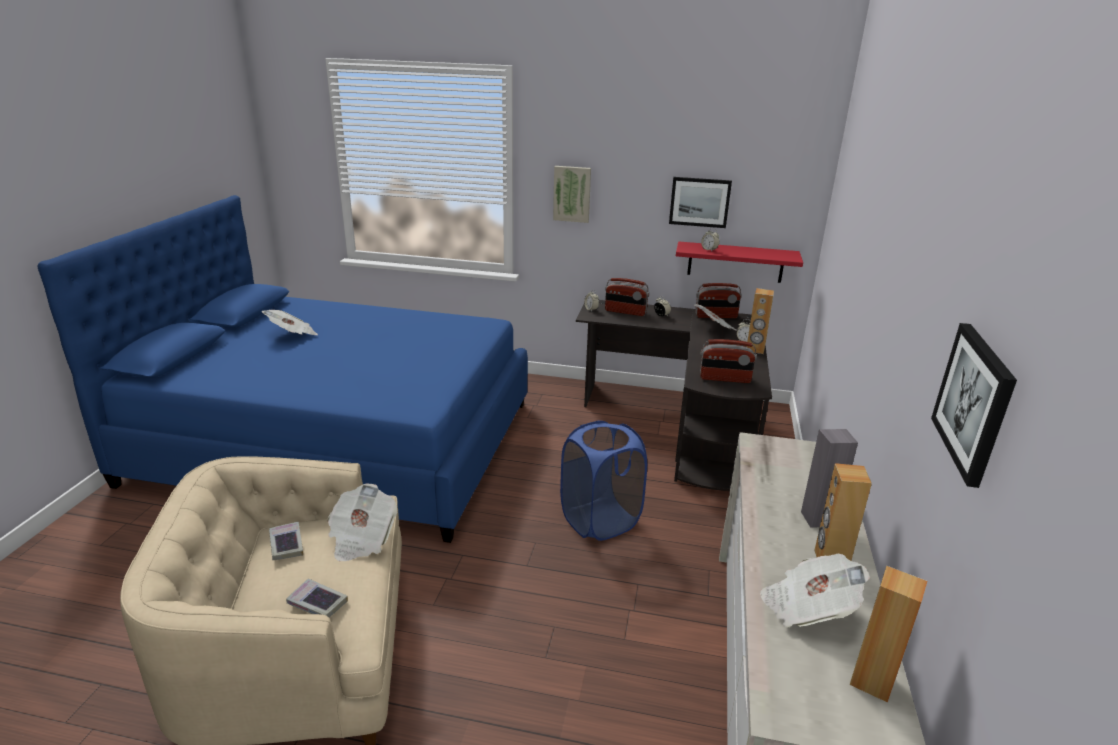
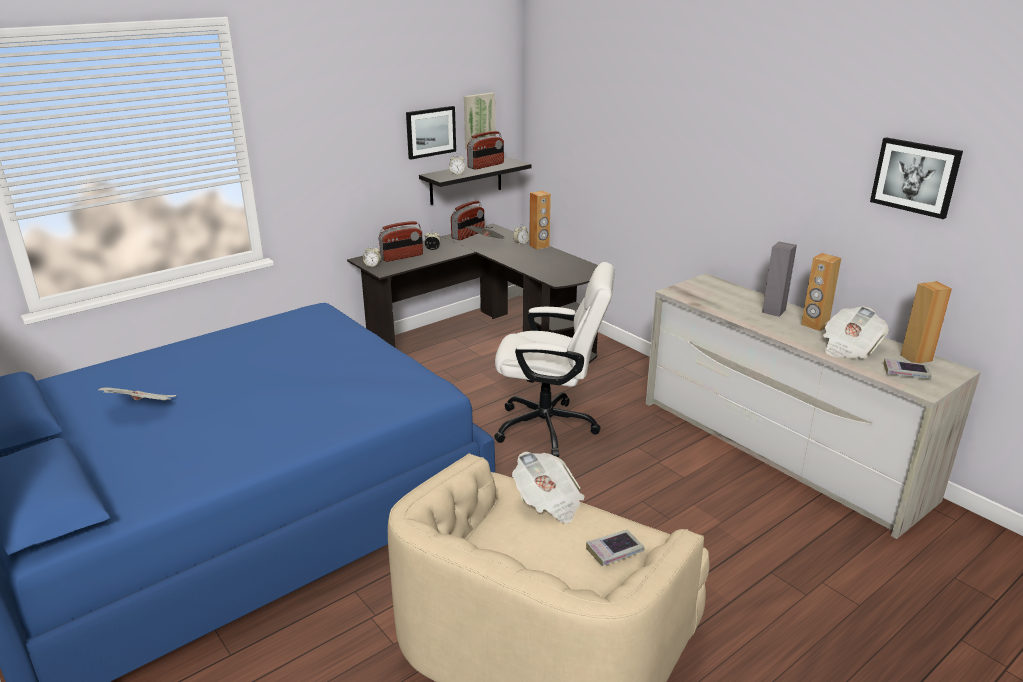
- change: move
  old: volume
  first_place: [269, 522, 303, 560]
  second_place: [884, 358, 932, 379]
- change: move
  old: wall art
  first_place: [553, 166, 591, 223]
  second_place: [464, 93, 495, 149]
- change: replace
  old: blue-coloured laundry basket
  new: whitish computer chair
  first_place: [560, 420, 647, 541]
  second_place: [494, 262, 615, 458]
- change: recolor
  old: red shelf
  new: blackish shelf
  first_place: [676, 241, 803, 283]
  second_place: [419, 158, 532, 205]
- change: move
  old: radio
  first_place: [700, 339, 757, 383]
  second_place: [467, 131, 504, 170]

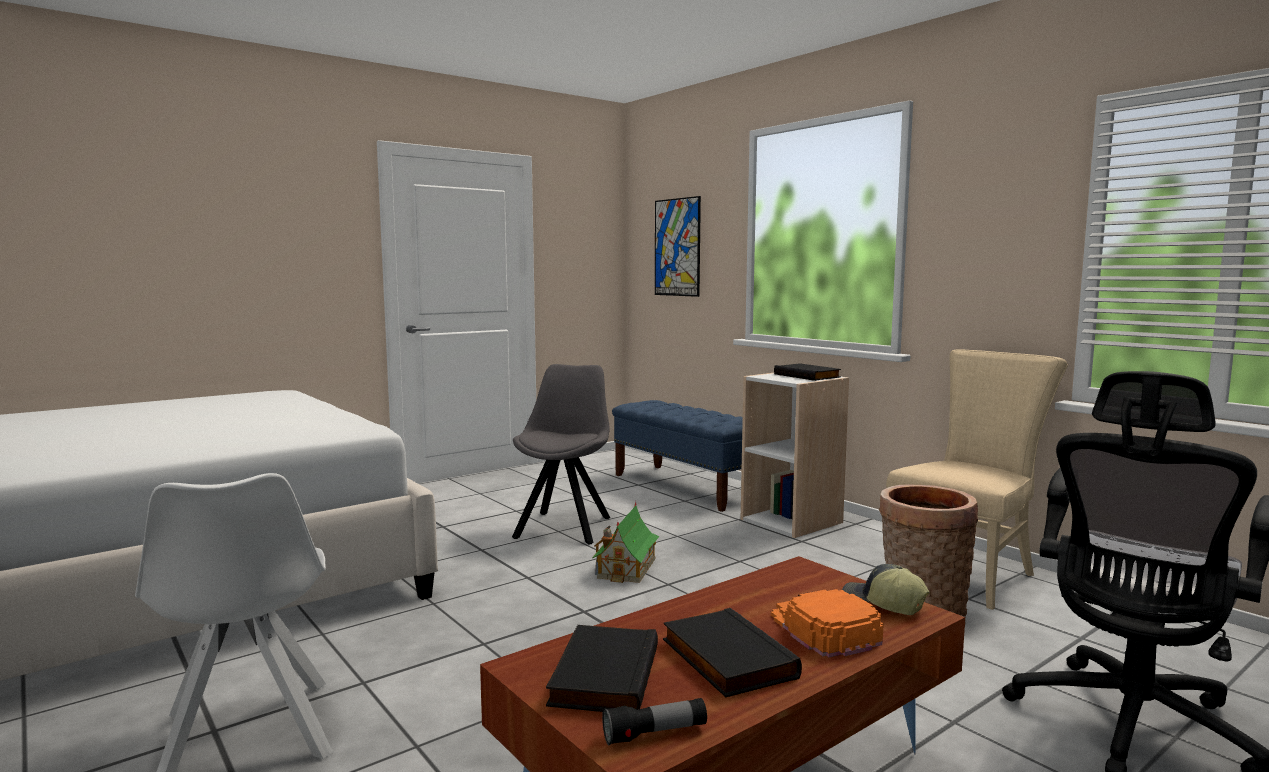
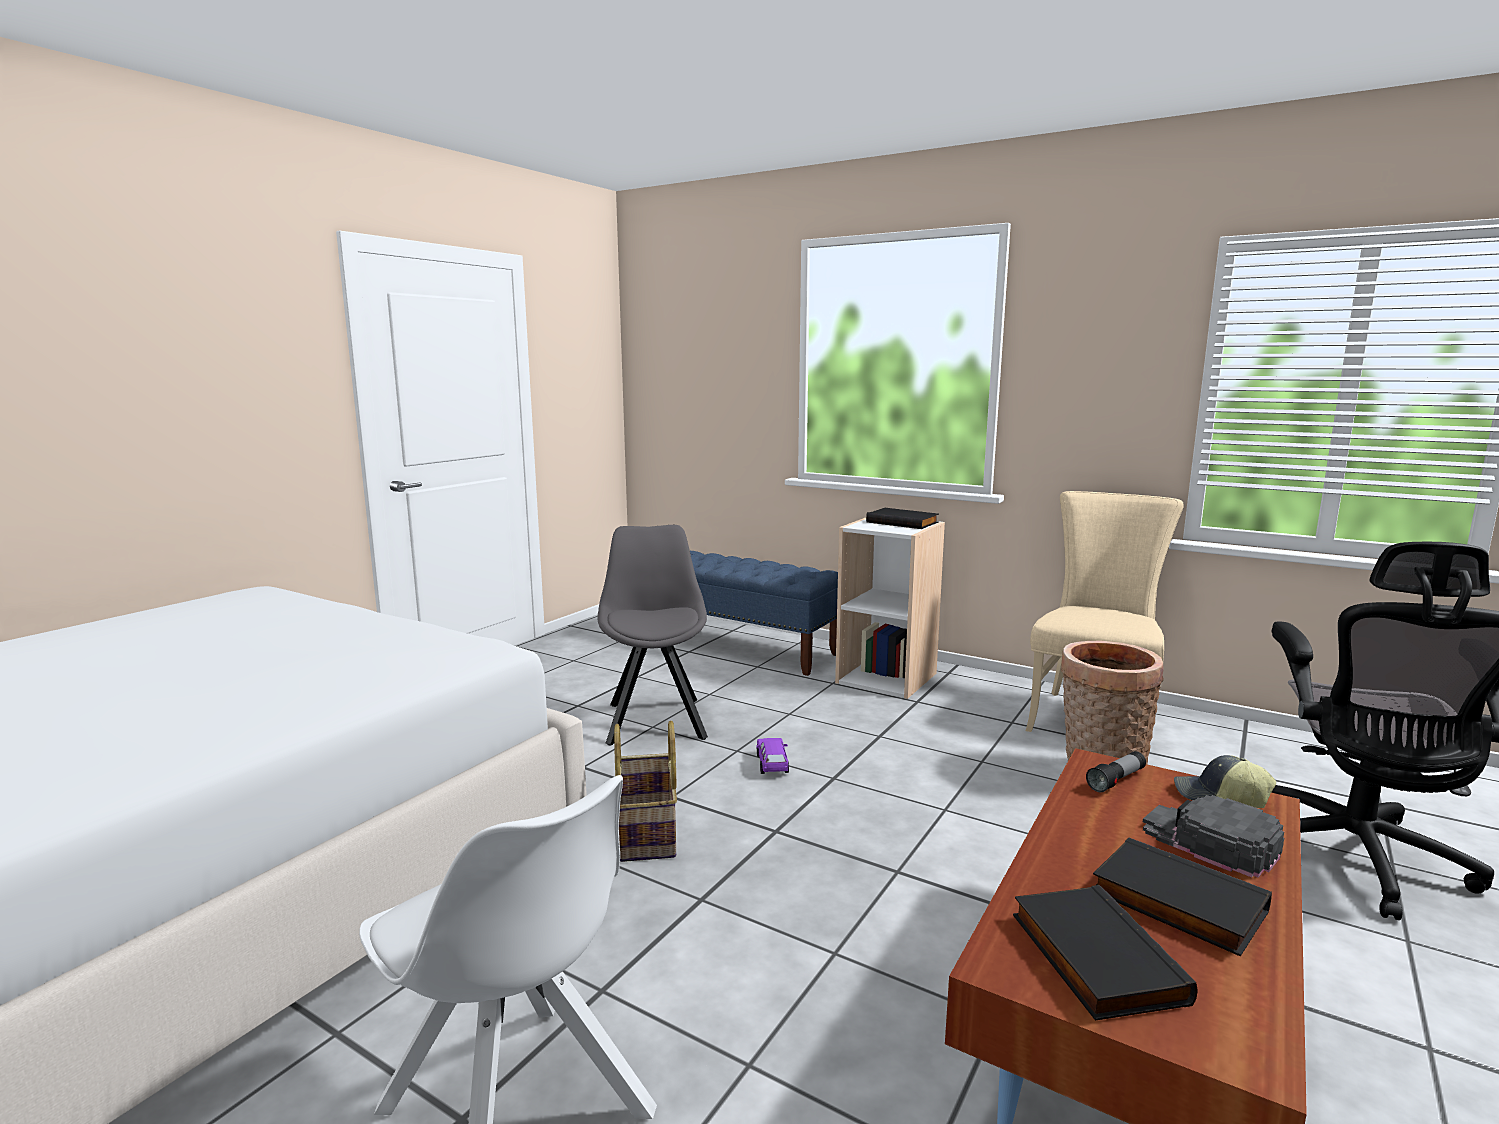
- change: replace
  old: miniature house
  new: purple model car
  first_place: [592, 501, 660, 583]
  second_place: [756, 738, 789, 774]
- change: move
  old: torch
  first_place: [602, 698, 707, 745]
  second_place: [1086, 751, 1146, 792]
- change: delete
  old: wall art
  first_place: [655, 196, 701, 297]
- change: recolor
  old: orange-coloured baseball cap
  new: blackish baseball cap
  first_place: [771, 589, 884, 657]
  second_place: [1143, 795, 1284, 878]
- change: insert
  new: basket
  second_place: [614, 720, 677, 862]

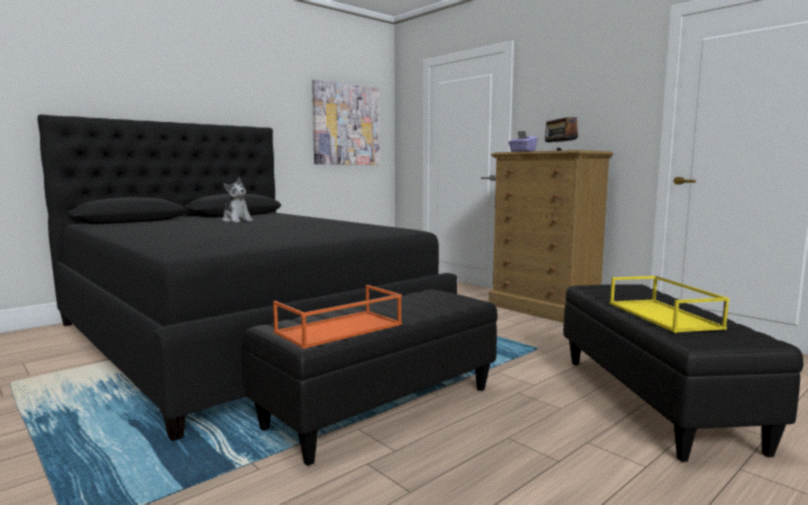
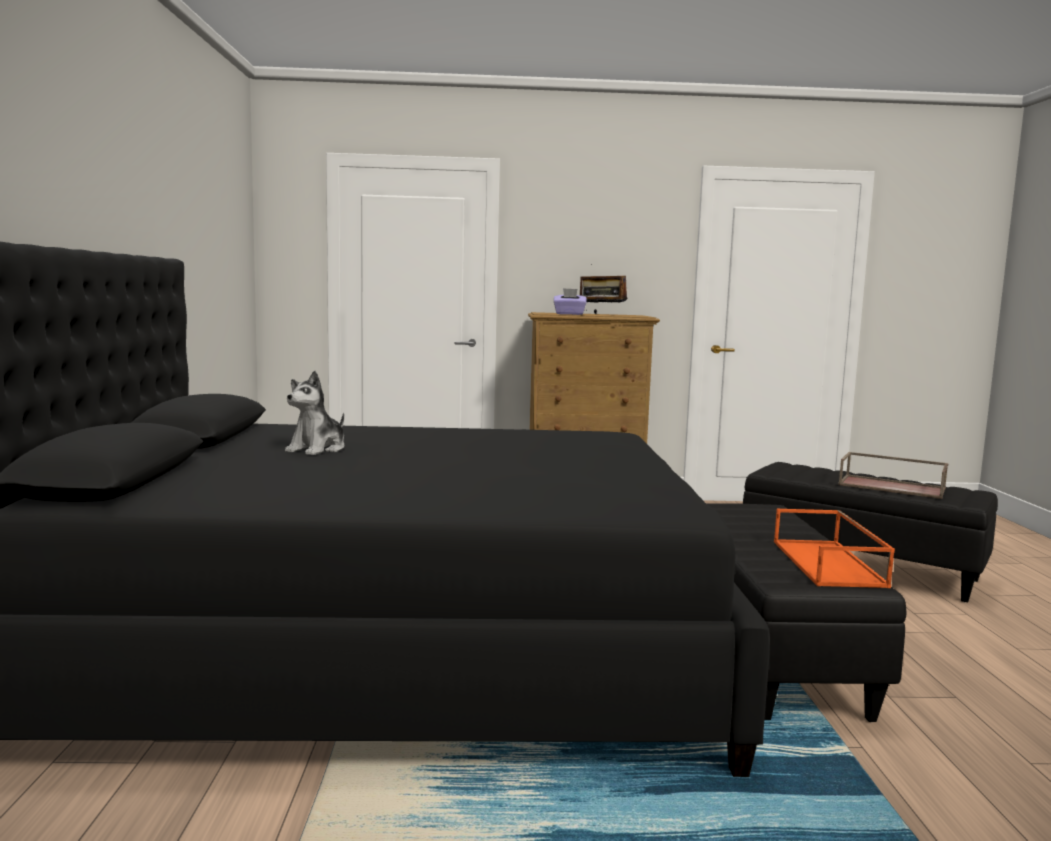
- change: rotate
  old: soft toy
  first_place: [222, 177, 253, 223]
  second_place: [285, 371, 344, 455]
  degrees: 120
- change: delete
  old: wall art
  first_place: [312, 80, 380, 165]
- change: recolor
  old: yellowish carrying tray
  new: brownish carrying tray
  first_place: [610, 276, 729, 333]
  second_place: [838, 452, 948, 499]

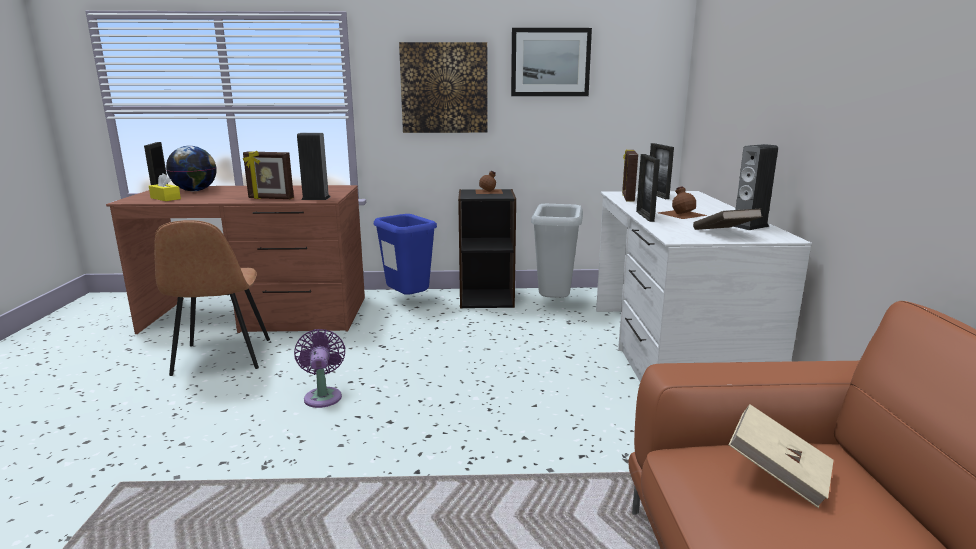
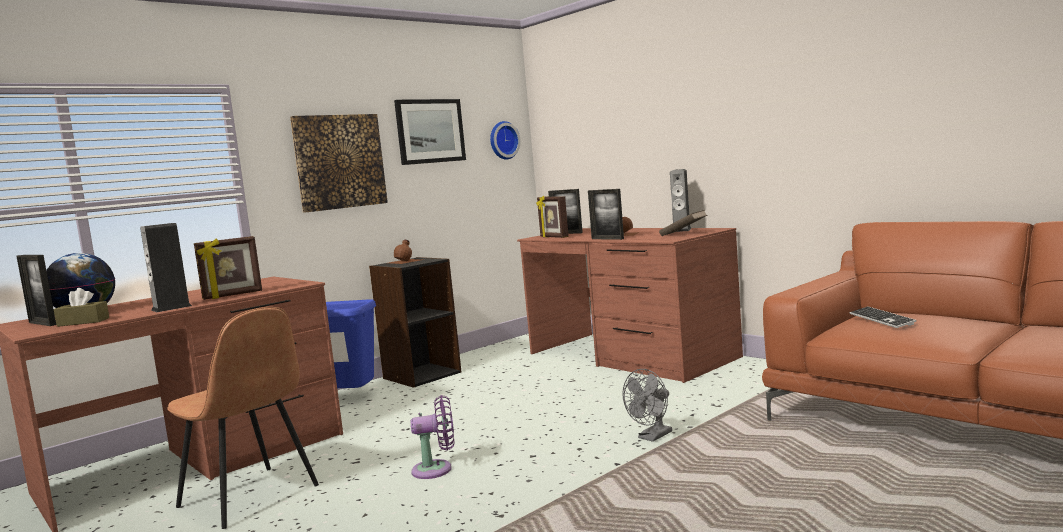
- change: recolor
  old: yellowish tissue holder
  new: brownish tissue holder
  first_place: [149, 173, 181, 201]
  second_place: [54, 288, 109, 327]
- change: rotate
  old: purple electric fan
  first_place: [294, 329, 345, 408]
  second_place: [411, 395, 454, 479]
  degrees: 135
- change: move
  old: loudspeaker
  first_place: [297, 133, 330, 200]
  second_place: [140, 223, 192, 312]
- change: delete
  old: grey rubbish bin
  first_place: [531, 204, 583, 298]
- change: recolor
  old: whitish desk
  new: brownish desk
  first_place: [596, 191, 812, 382]
  second_place: [517, 228, 743, 383]
- change: replace
  old: beige volume
  new: keyboard
  first_place: [728, 404, 834, 508]
  second_place: [849, 307, 917, 328]
- change: insert
  new: clock on the wall
  second_place: [490, 121, 521, 160]
- change: insert
  new: grey electric fan
  second_place: [623, 369, 672, 442]

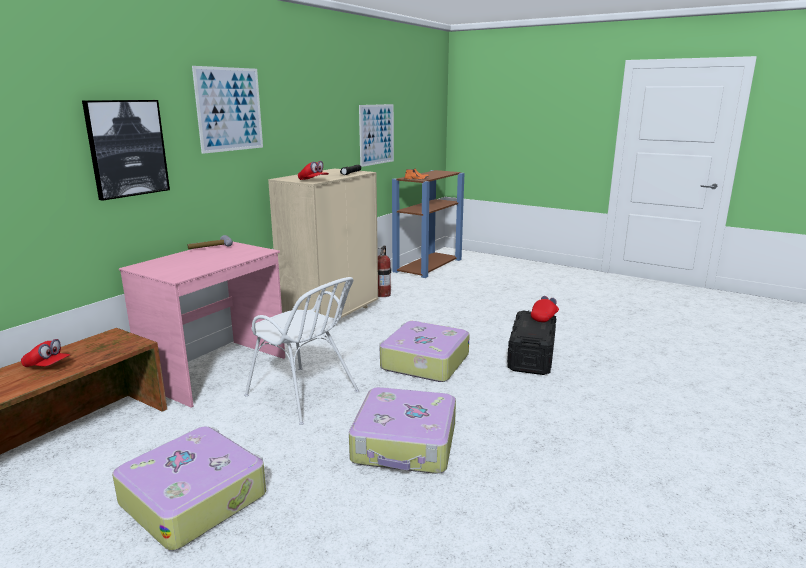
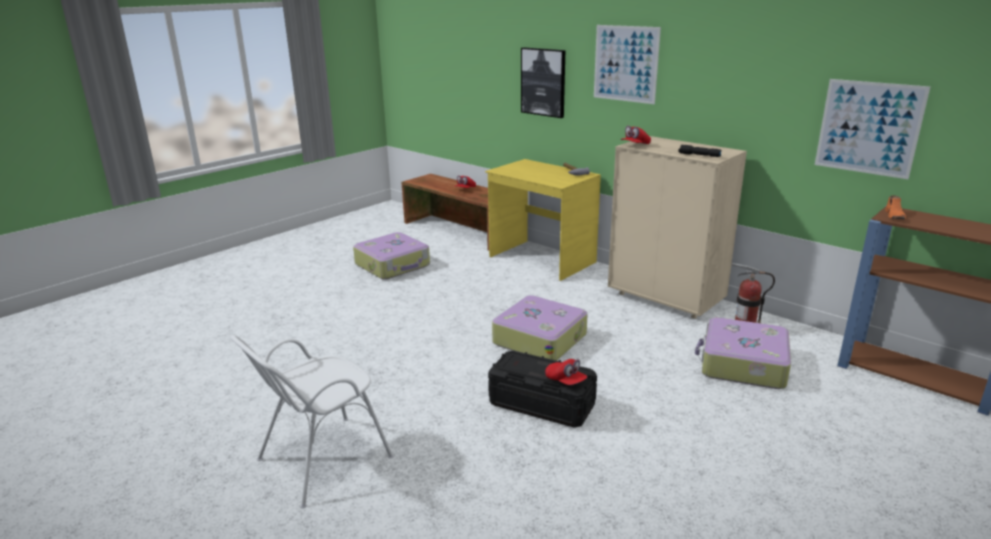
- change: recolor
  old: pink-coloured desk
  new: yellowish desk
  first_place: [119, 242, 285, 408]
  second_place: [485, 159, 601, 281]
- change: move
  old: whitish plain chair
  first_place: [244, 277, 359, 425]
  second_place: [231, 335, 393, 508]
- change: move
  old: travel case
  first_place: [349, 387, 456, 474]
  second_place: [695, 317, 791, 389]

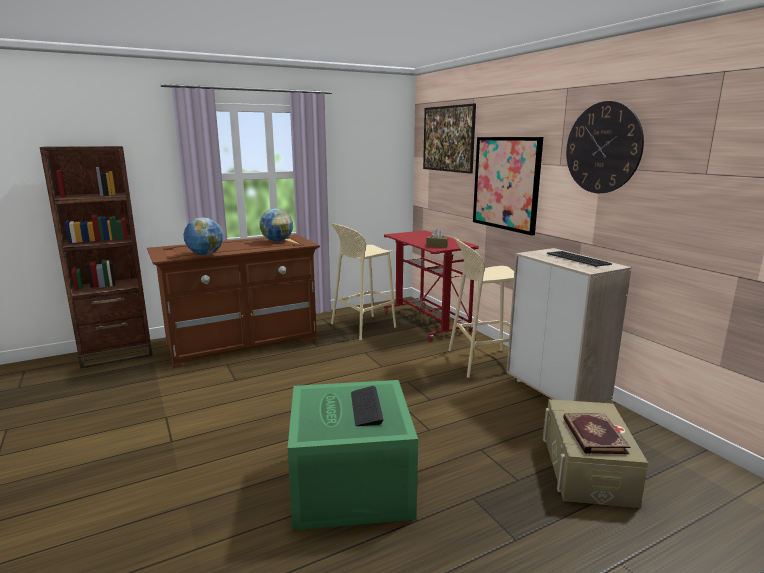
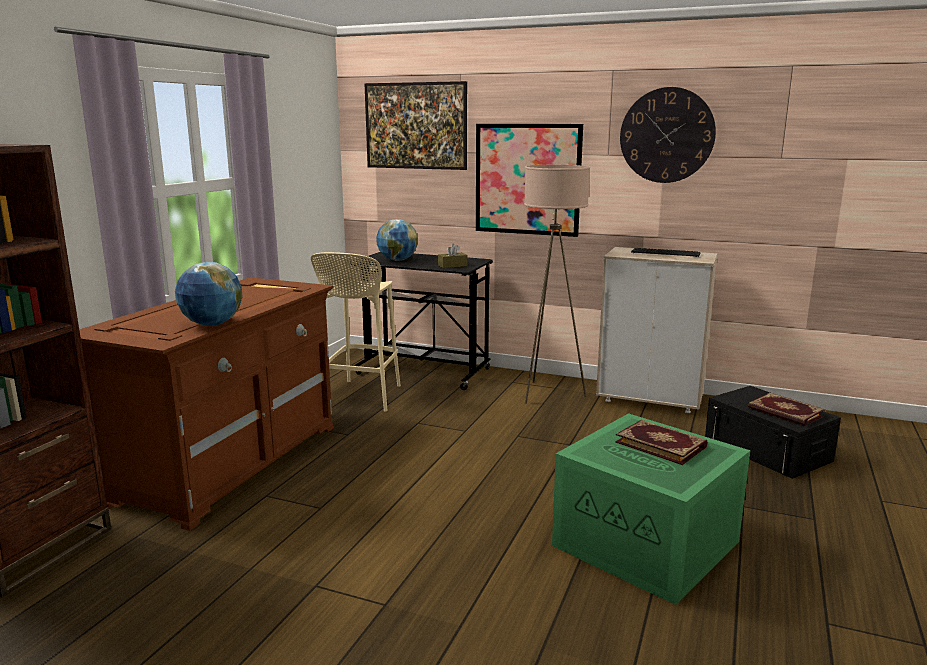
- change: move
  old: world globe
  first_place: [259, 208, 293, 242]
  second_place: [376, 219, 418, 261]
- change: replace
  old: keyboard
  new: volume
  first_place: [351, 386, 384, 426]
  second_place: [615, 420, 707, 465]
- change: recolor
  old: red desk
  new: blackish desk
  first_place: [384, 230, 479, 342]
  second_place: [351, 252, 493, 390]
- change: replace
  old: beige stool seat
  new: beige standard lamp
  first_place: [448, 238, 514, 378]
  second_place: [524, 165, 590, 404]
- change: recolor
  old: beige storage bin
  new: blackish storage bin
  first_place: [543, 399, 648, 508]
  second_place: [705, 386, 841, 479]

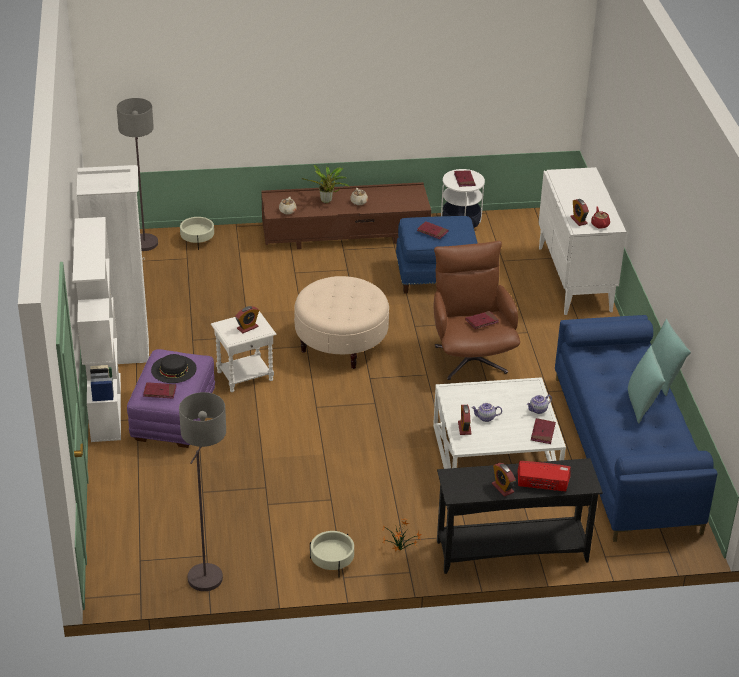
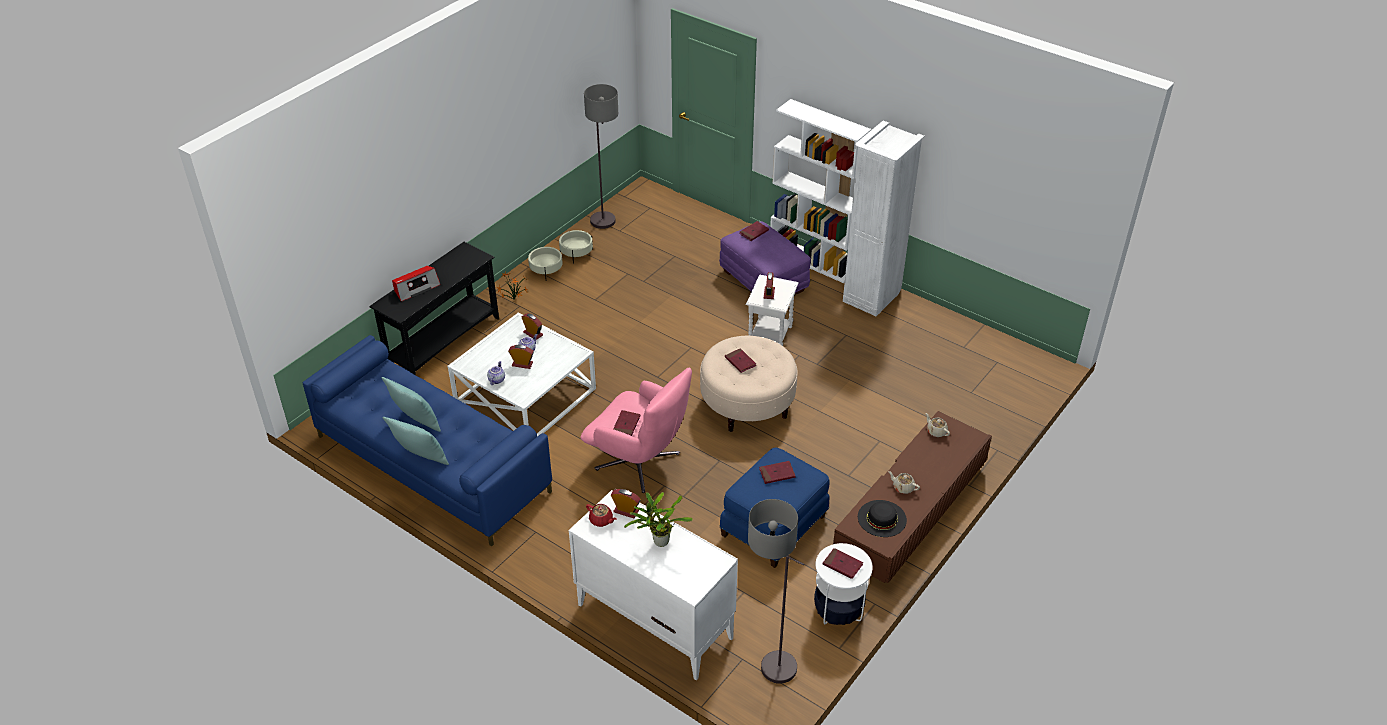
- change: move
  old: grey standard lamp
  first_place: [117, 98, 158, 251]
  second_place: [748, 499, 804, 684]
- change: move
  old: blackish hat
  first_place: [151, 354, 197, 383]
  second_place: [858, 500, 907, 537]
- change: move
  old: beige planter
  first_place: [180, 217, 214, 250]
  second_place: [559, 230, 593, 264]
- change: move
  old: potted plant
  first_place: [301, 165, 349, 203]
  second_place: [624, 492, 693, 547]
- change: recolor
  old: brownish easy chair
  new: pink-coloured easy chair
  first_place: [434, 241, 520, 380]
  second_place: [580, 368, 692, 493]
- change: move
  old: bedside clock
  first_place: [492, 463, 516, 497]
  second_place: [508, 345, 534, 369]
- change: move
  old: red volume
  first_place: [531, 418, 556, 444]
  second_place: [725, 348, 756, 373]

